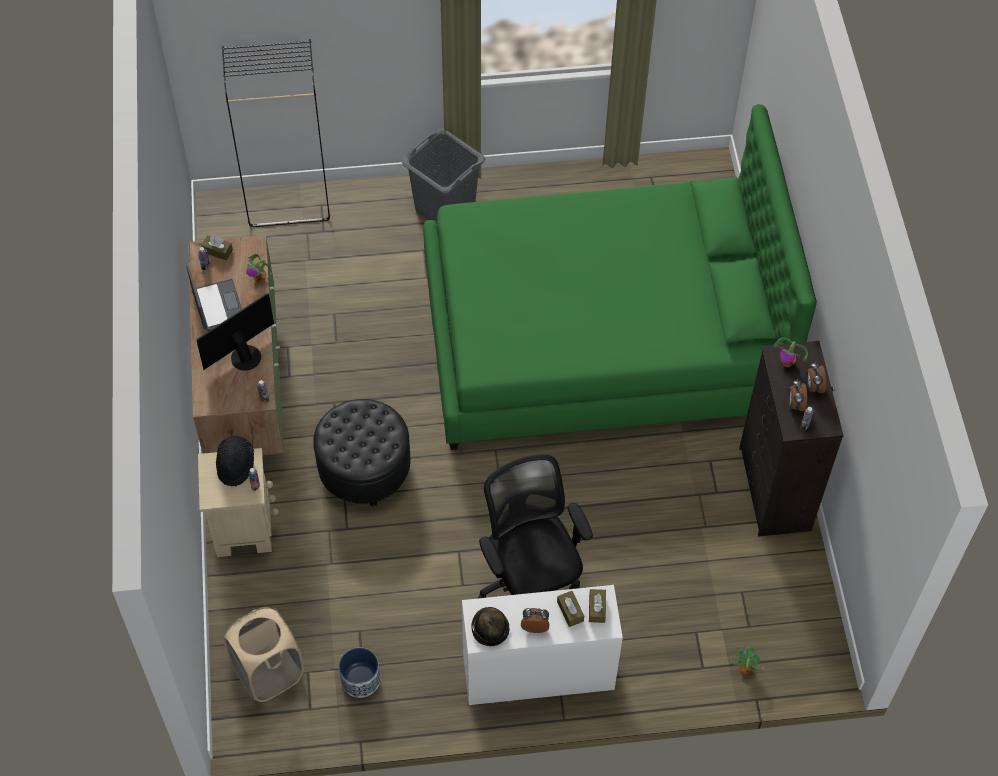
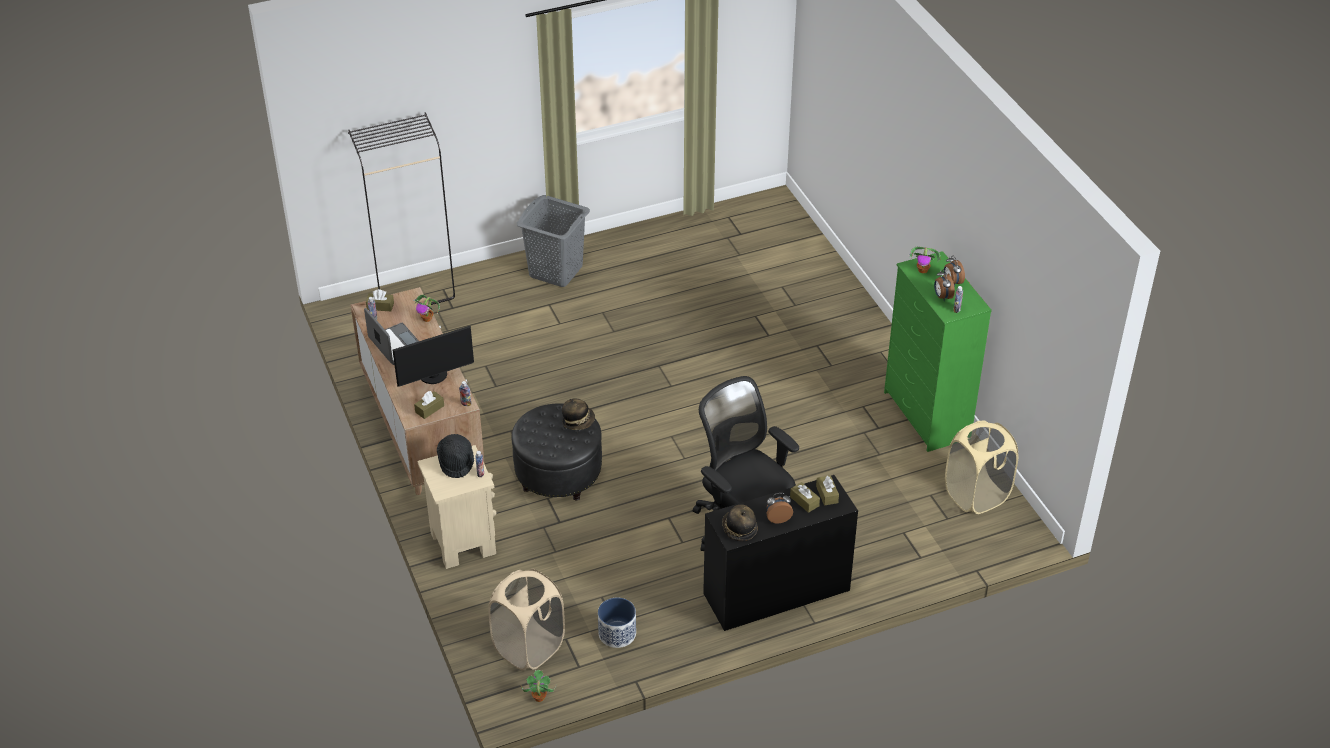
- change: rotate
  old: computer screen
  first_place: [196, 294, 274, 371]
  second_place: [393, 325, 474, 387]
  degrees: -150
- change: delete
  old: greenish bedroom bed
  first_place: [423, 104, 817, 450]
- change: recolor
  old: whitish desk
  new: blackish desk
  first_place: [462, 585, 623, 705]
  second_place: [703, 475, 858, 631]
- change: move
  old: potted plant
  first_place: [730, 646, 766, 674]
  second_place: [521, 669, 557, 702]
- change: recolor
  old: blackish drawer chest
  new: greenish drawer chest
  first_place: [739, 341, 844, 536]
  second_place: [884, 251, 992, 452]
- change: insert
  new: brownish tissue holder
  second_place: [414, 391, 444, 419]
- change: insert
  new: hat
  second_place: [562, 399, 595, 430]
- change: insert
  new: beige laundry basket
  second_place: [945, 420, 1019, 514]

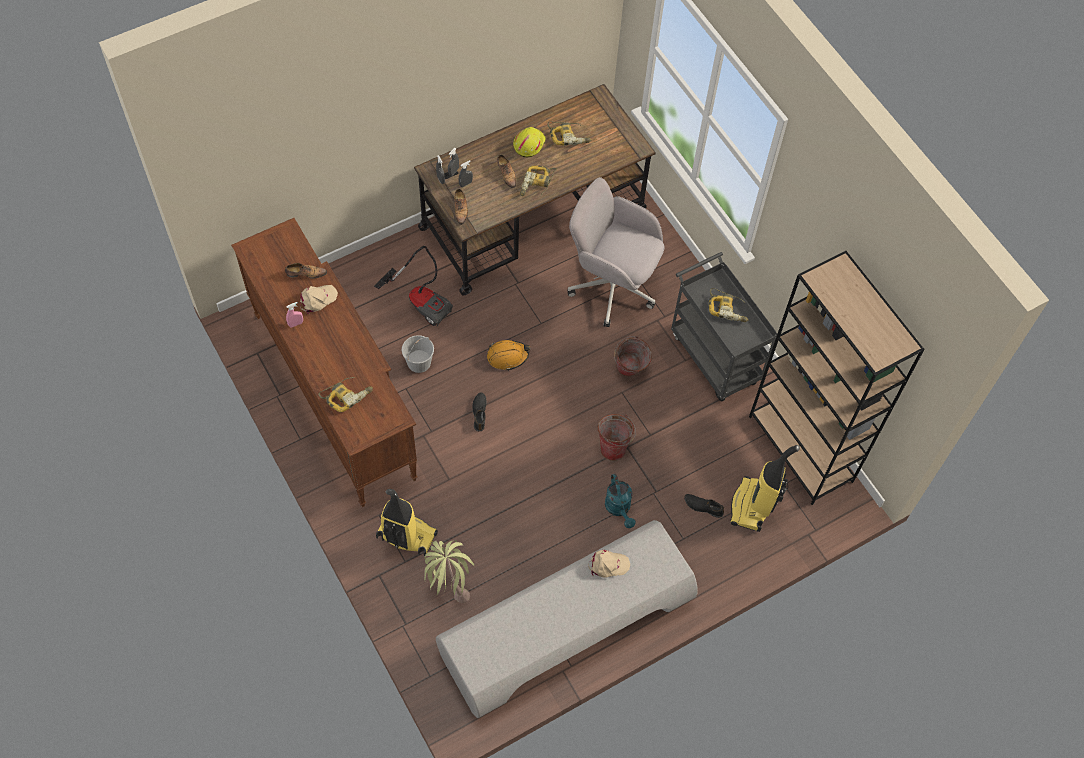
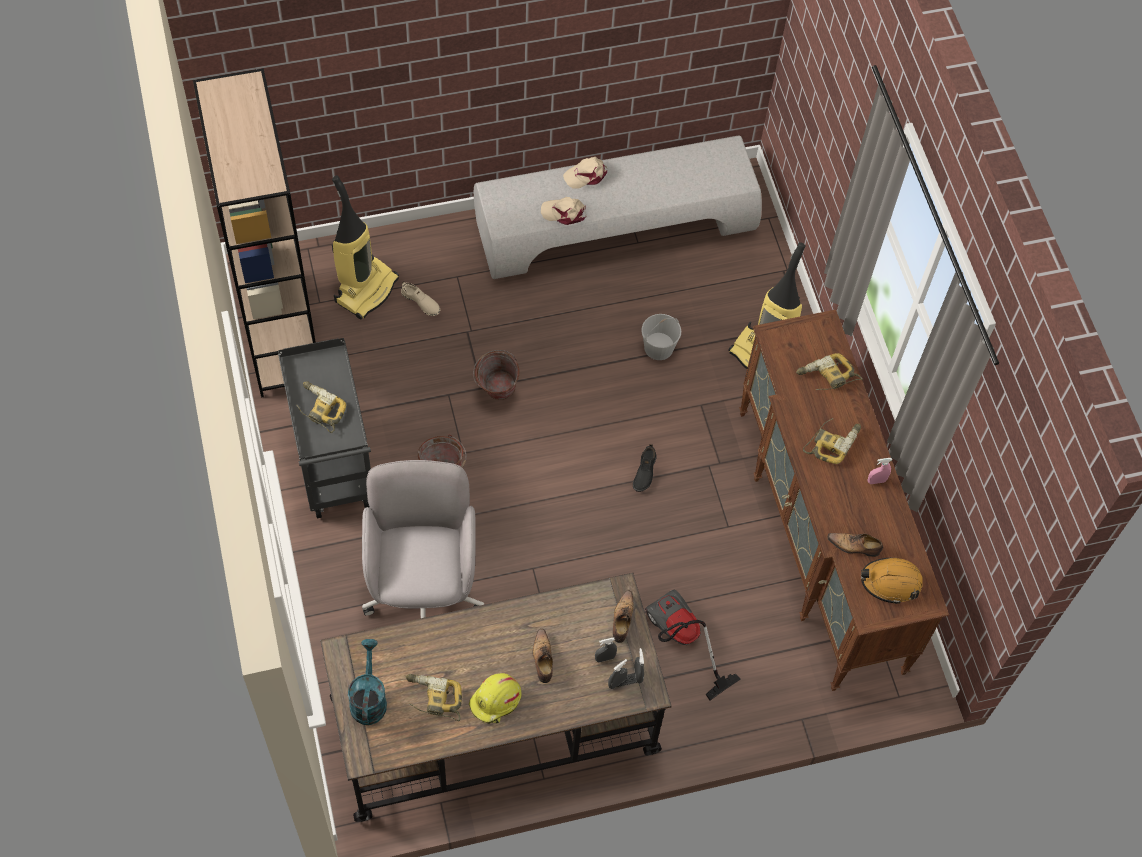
- change: move
  old: beige baseball cap
  first_place: [300, 285, 338, 315]
  second_place: [563, 157, 607, 189]
- change: move
  old: whitish water bucket
  first_place: [402, 335, 434, 373]
  second_place: [641, 314, 681, 360]
- change: delete
  old: potted plant
  first_place: [424, 540, 474, 603]
- change: move
  old: orange-coloured work helmet
  first_place: [487, 340, 530, 371]
  second_place: [861, 558, 923, 604]
- change: move
  old: power drill
  first_place: [520, 166, 557, 196]
  second_place: [803, 418, 861, 464]
- change: rotate
  old: grey computer chair
  first_place: [567, 177, 664, 327]
  second_place: [362, 460, 484, 618]
  degrees: -135
- change: move
  old: turquoise-coloured watering pot
  first_place: [605, 474, 636, 528]
  second_place: [348, 639, 387, 725]
- change: recolor
  old: blackish low shoe
  new: beige low shoe
  first_place: [684, 494, 724, 518]
  second_place: [401, 282, 440, 316]

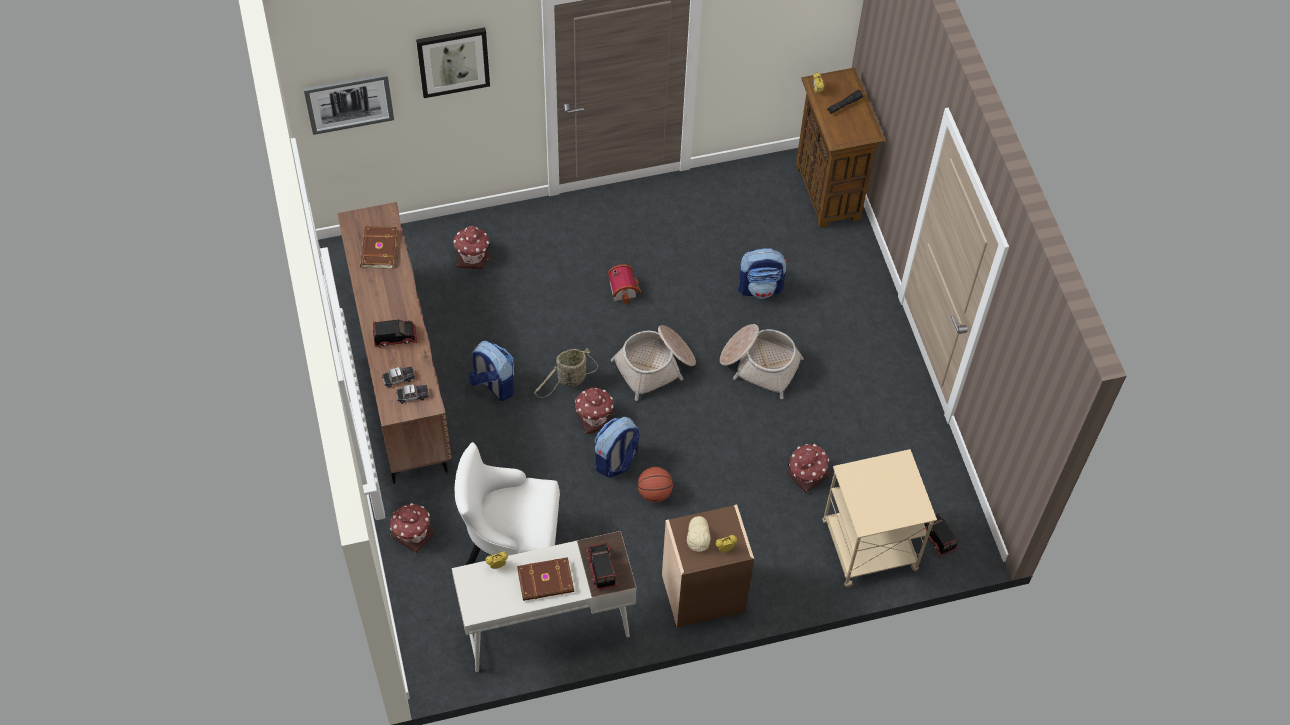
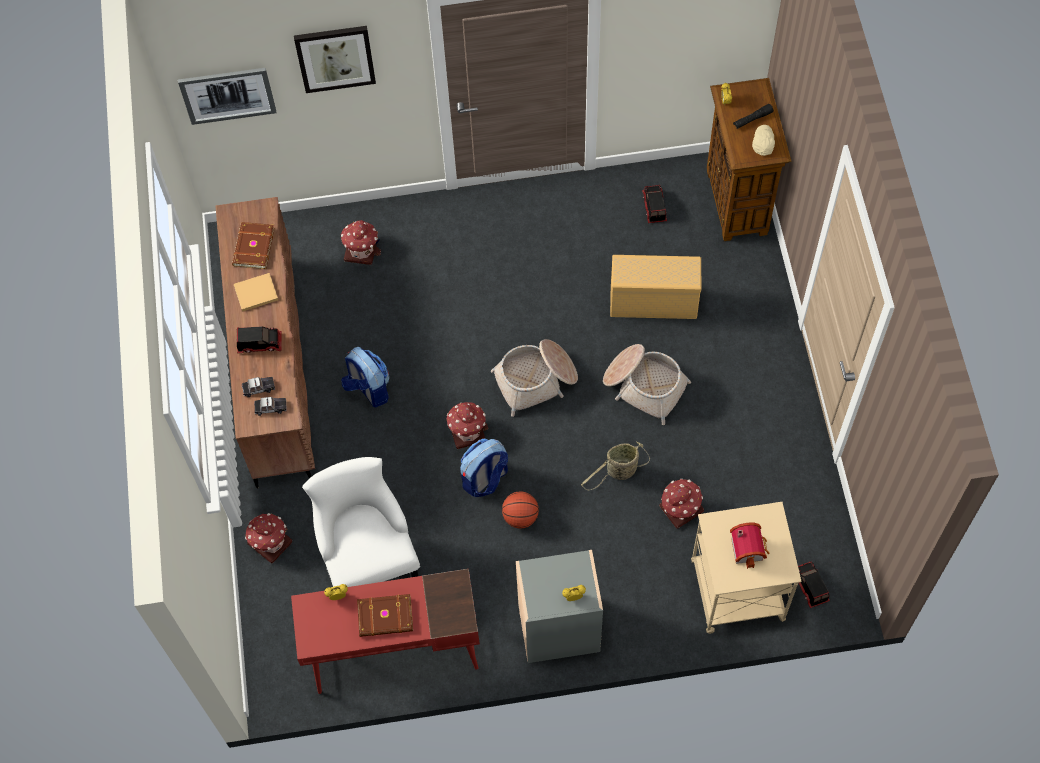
- change: recolor
  old: whitish desk
  new: red desk
  first_place: [452, 531, 636, 672]
  second_place: [291, 569, 480, 694]
- change: rotate
  old: whitish plain chair
  first_place: [455, 442, 560, 565]
  second_place: [302, 457, 420, 587]
  degrees: 60
- change: move
  old: basket
  first_place: [534, 348, 598, 398]
  second_place: [581, 442, 650, 490]
- change: move
  old: model truck
  first_place: [586, 543, 617, 590]
  second_place: [642, 184, 667, 223]
- change: move
  old: miniature house
  first_place: [607, 264, 641, 304]
  second_place: [730, 523, 769, 569]
- change: recolor
  old: brownish bookcase
  new: grey bookcase
  first_place: [662, 505, 754, 628]
  second_place: [516, 550, 603, 663]
- change: move
  old: beige baseball cap
  first_place: [687, 516, 710, 552]
  second_place: [752, 125, 775, 156]
- change: replace
  old: rucksack
  new: beige storage bin
  first_place: [738, 248, 787, 298]
  second_place: [610, 255, 701, 319]
- change: insert
  new: beige volume
  second_place: [234, 273, 278, 312]

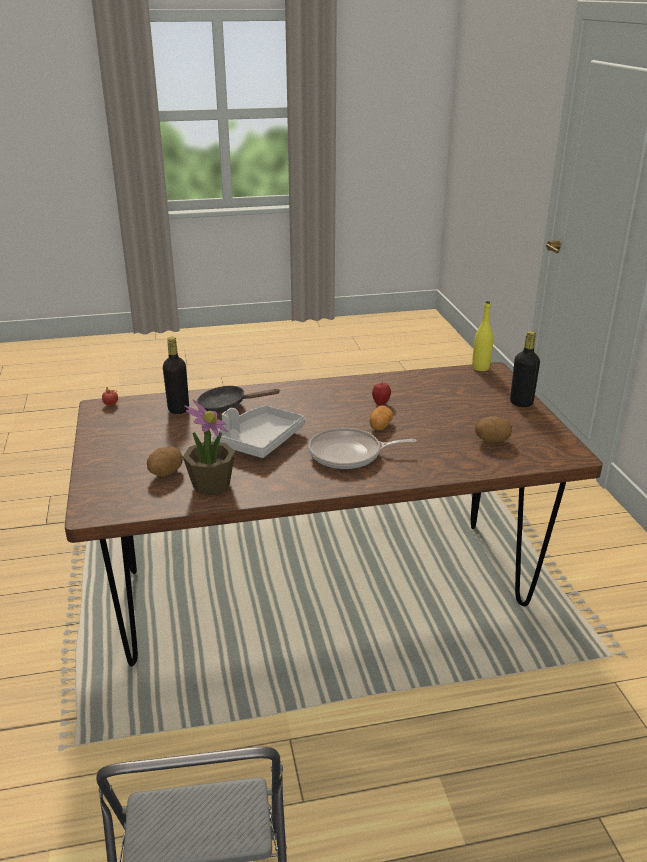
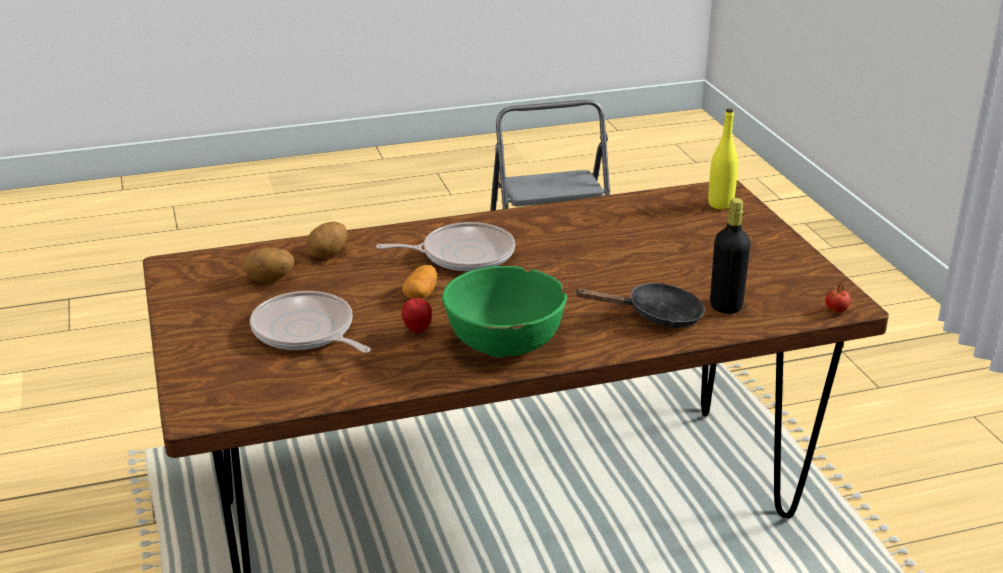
- change: move
  old: whole potato
  first_place: [147, 446, 183, 477]
  second_place: [306, 221, 348, 259]
- change: delete
  old: potted plant
  first_place: [183, 399, 235, 495]
- change: delete
  old: grey carrying tray
  first_place: [213, 405, 305, 458]
- change: move
  old: yellowish drink bottle
  first_place: [472, 301, 493, 371]
  second_place: [708, 108, 738, 209]
- change: delete
  old: blackish drink bottle
  first_place: [510, 331, 540, 407]
- change: insert
  new: skillet
  second_place: [250, 291, 371, 353]
- change: insert
  new: greenish deep dish
  second_place: [442, 266, 567, 358]

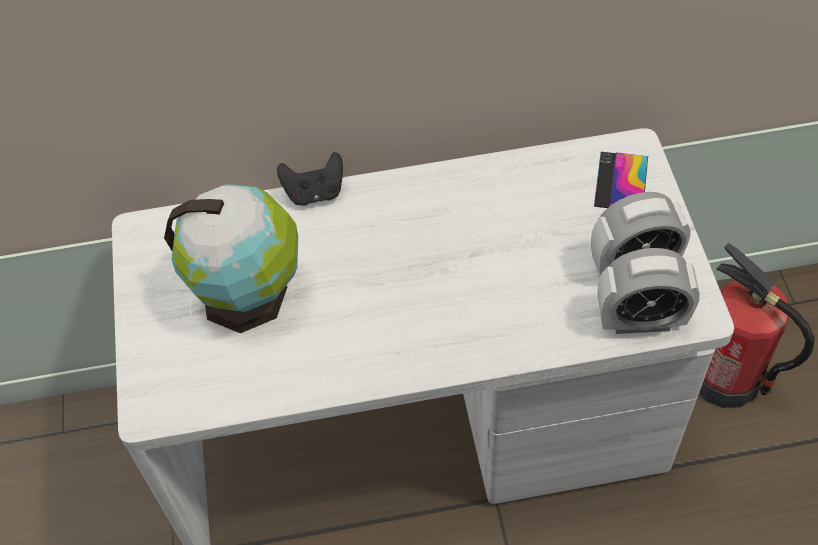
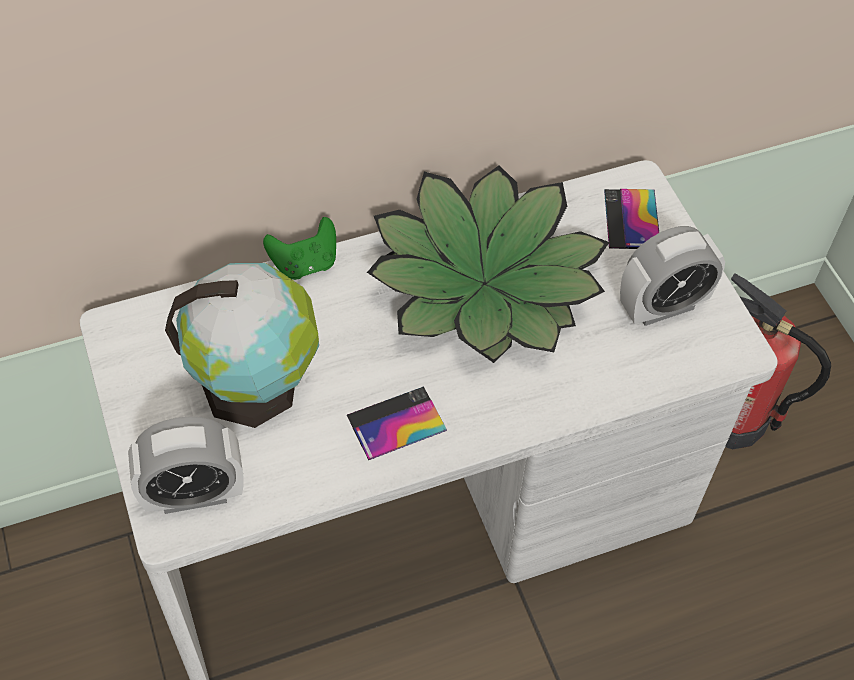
- change: recolor
  old: blackish joypad
  new: greenish joypad
  first_place: [277, 152, 343, 206]
  second_place: [263, 217, 336, 280]
- change: move
  old: bedside clock
  first_place: [598, 248, 700, 334]
  second_place: [128, 417, 244, 514]
- change: insert
  new: handset
  second_place: [347, 386, 447, 460]
- change: insert
  new: potted plant
  second_place: [367, 165, 609, 363]

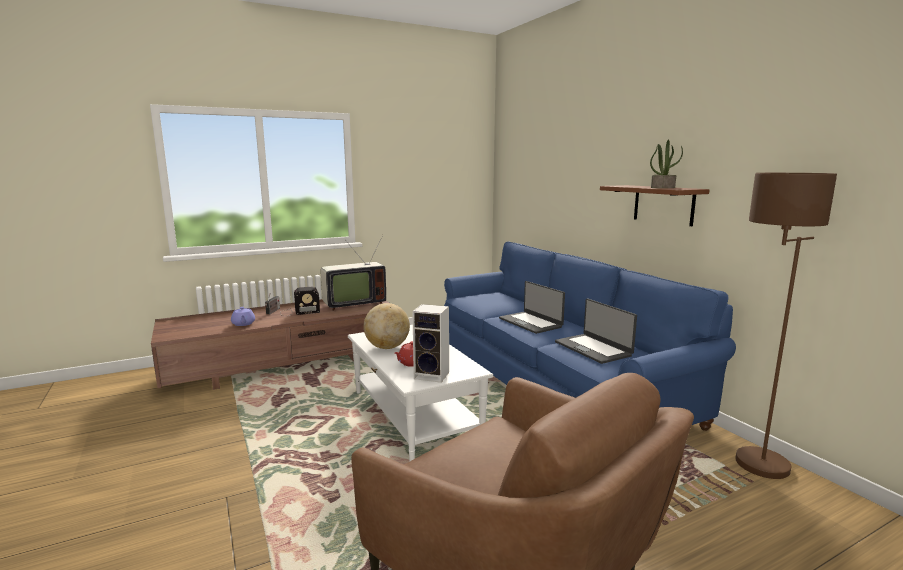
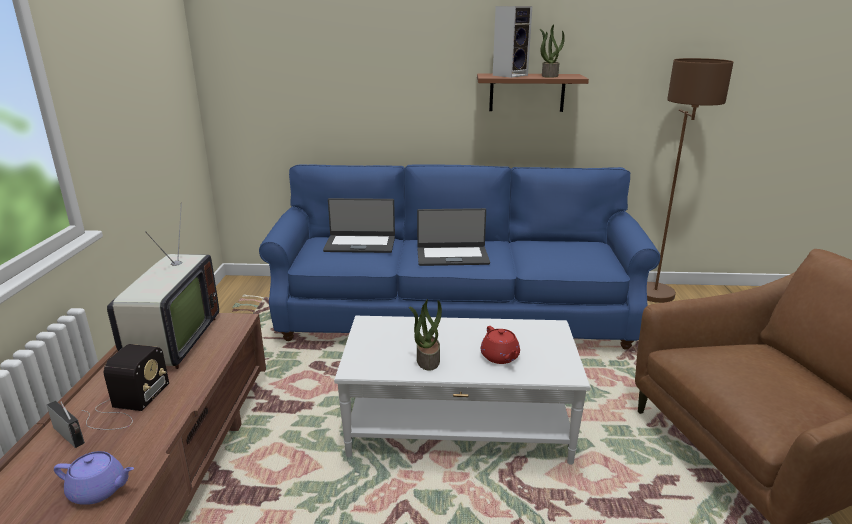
- change: replace
  old: world globe
  new: potted plant
  first_place: [364, 303, 410, 349]
  second_place: [409, 299, 442, 371]
- change: move
  old: loudspeaker
  first_place: [412, 304, 449, 383]
  second_place: [493, 6, 532, 78]
- change: move
  old: portable computer
  first_place: [555, 299, 637, 364]
  second_place: [323, 198, 395, 253]

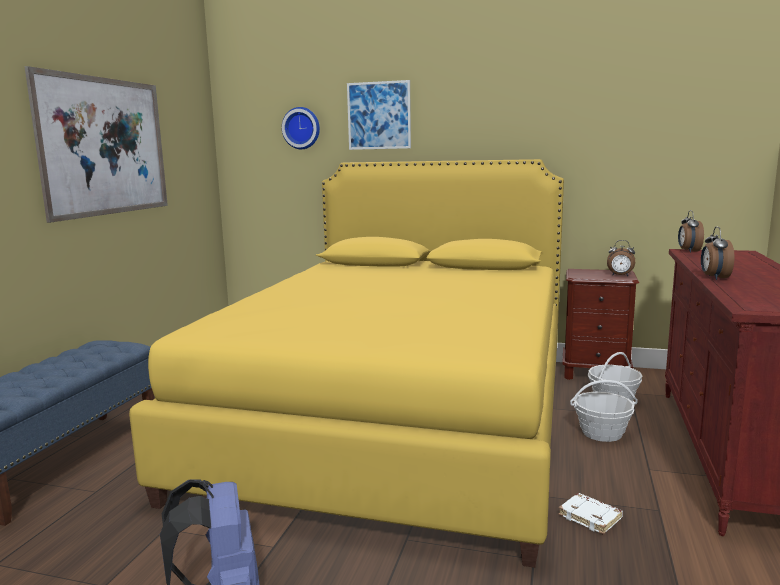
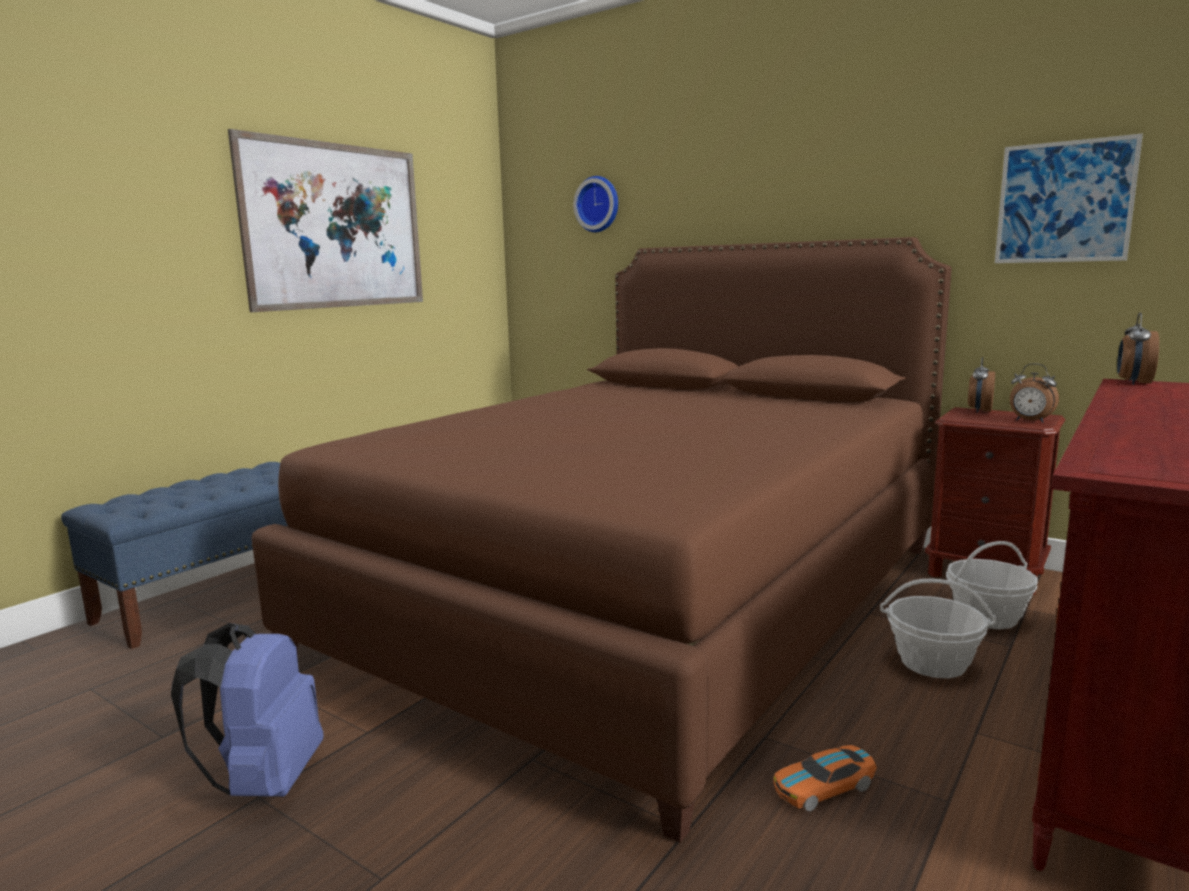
- change: recolor
  old: yellowish bedroom bed
  new: brownish bedroom bed
  first_place: [129, 159, 564, 568]
  second_place: [252, 237, 952, 843]
- change: move
  old: wall art
  first_place: [347, 80, 411, 150]
  second_place: [995, 134, 1143, 263]
- change: replace
  old: whitish volume
  new: model car
  first_place: [558, 493, 623, 535]
  second_place: [773, 745, 877, 811]
- change: move
  old: bedside clock
  first_place: [701, 227, 735, 280]
  second_place: [968, 357, 995, 413]

